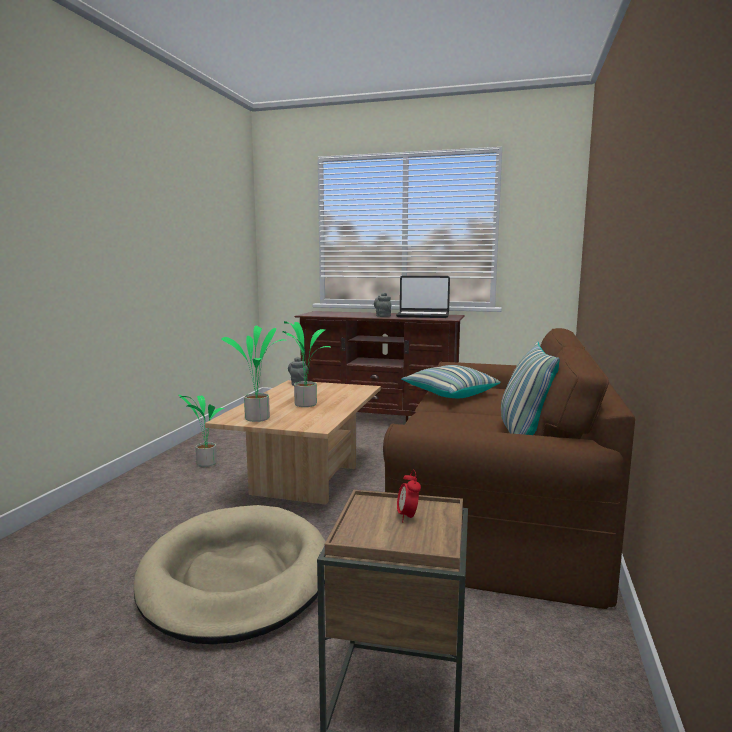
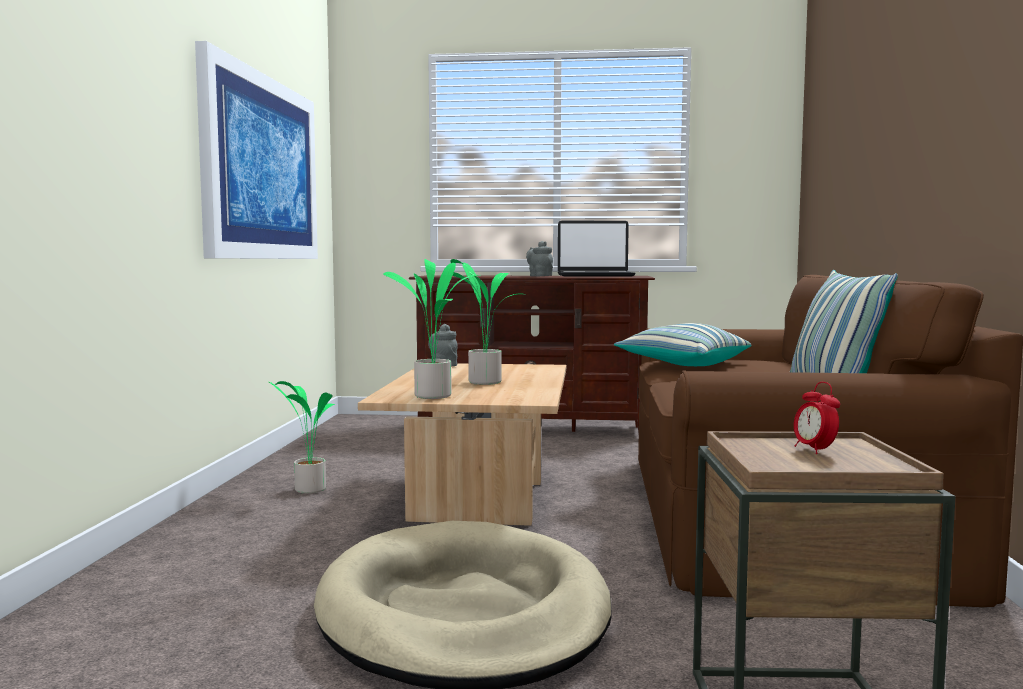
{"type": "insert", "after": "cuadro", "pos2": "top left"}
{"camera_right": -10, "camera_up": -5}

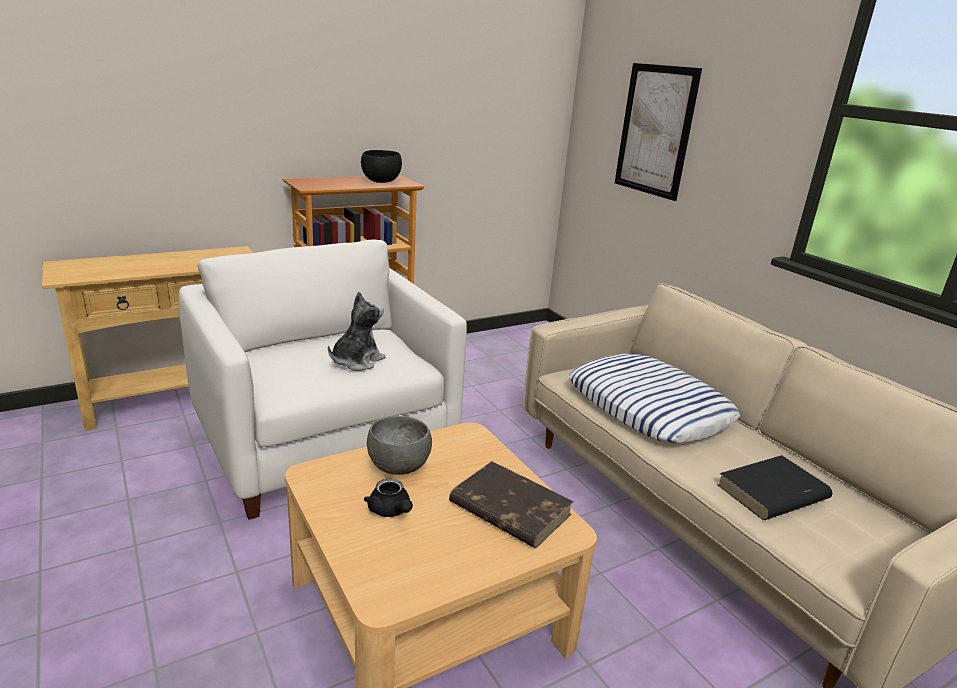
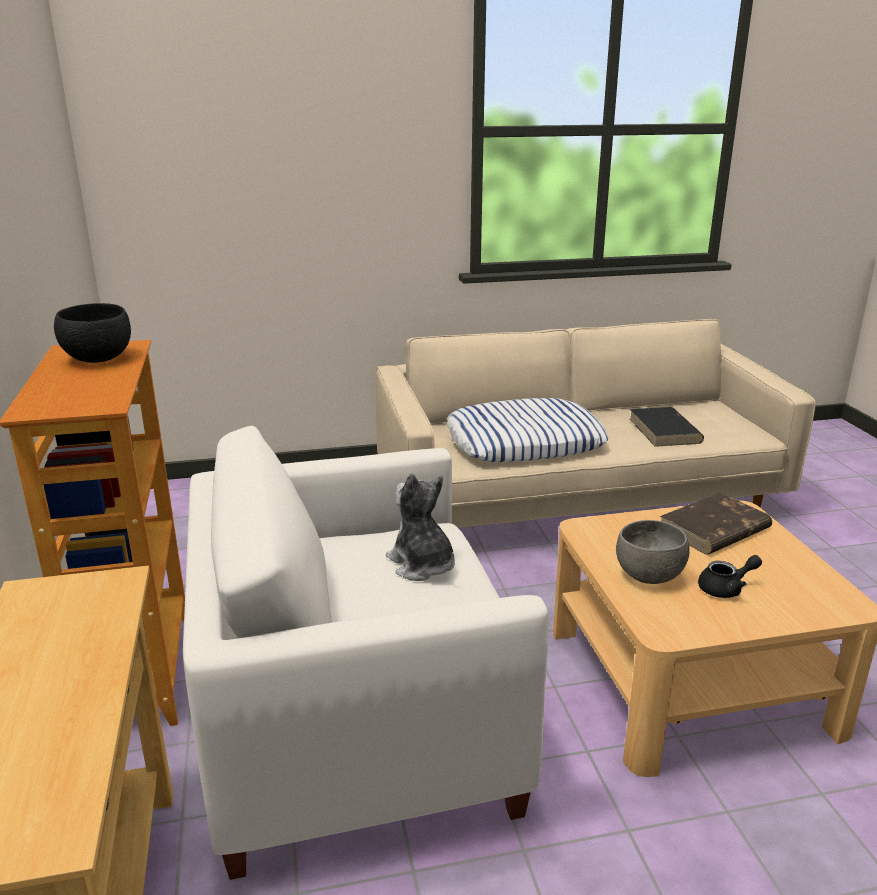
{"type": "delete", "before": "cuadro", "pos1": "top right"}
{"camera_right": -70, "camera_up": 0}

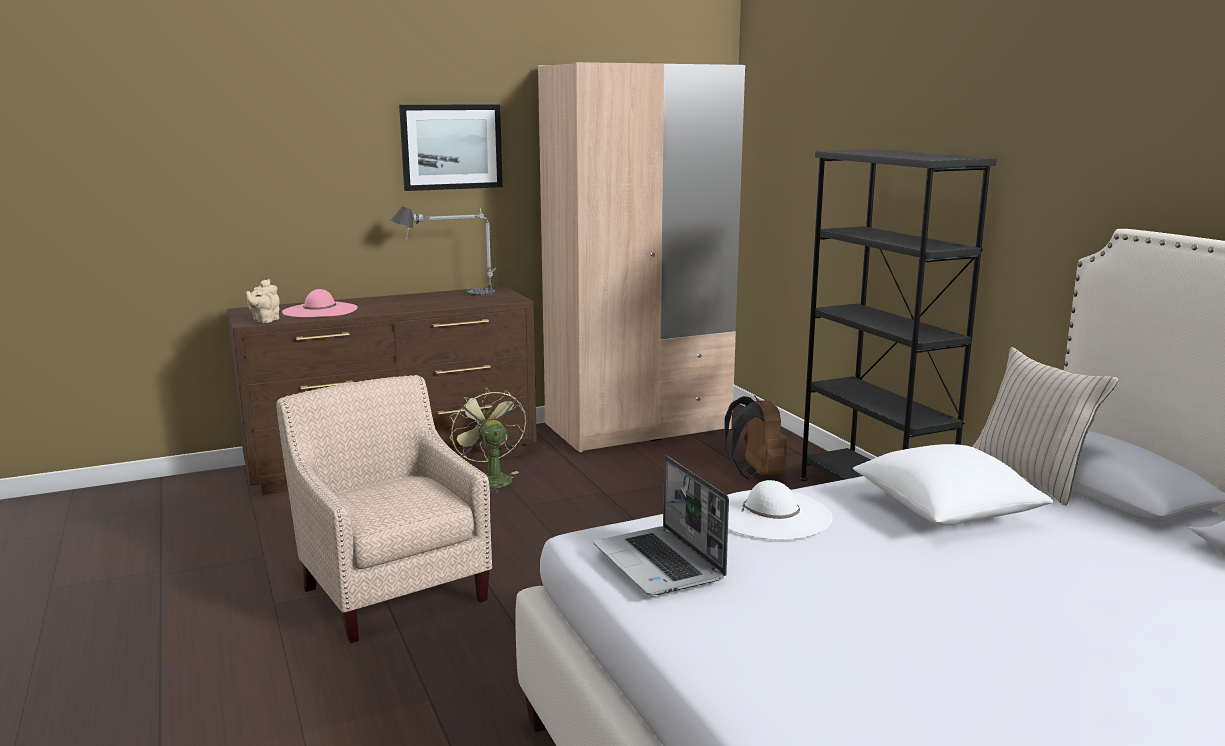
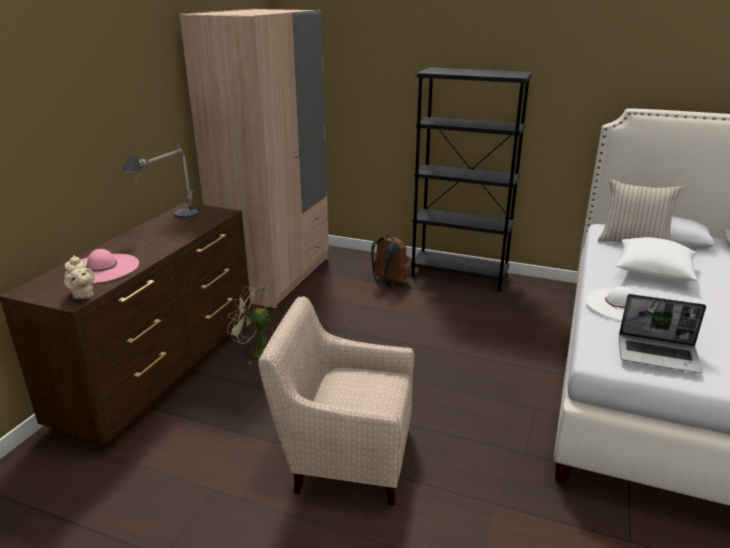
{"type": "delete", "before": "cuadro", "pos1": "top centre"}
{"camera_right": -45, "camera_up": 10}

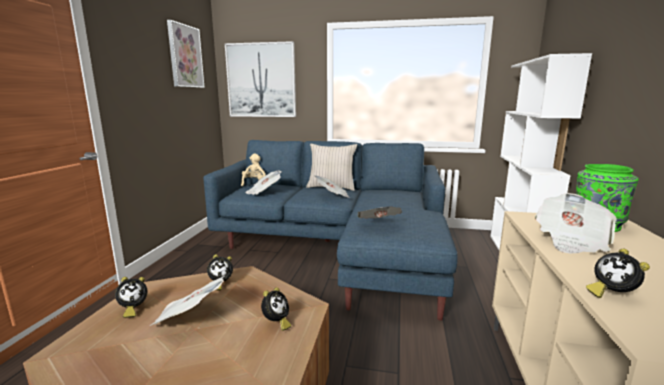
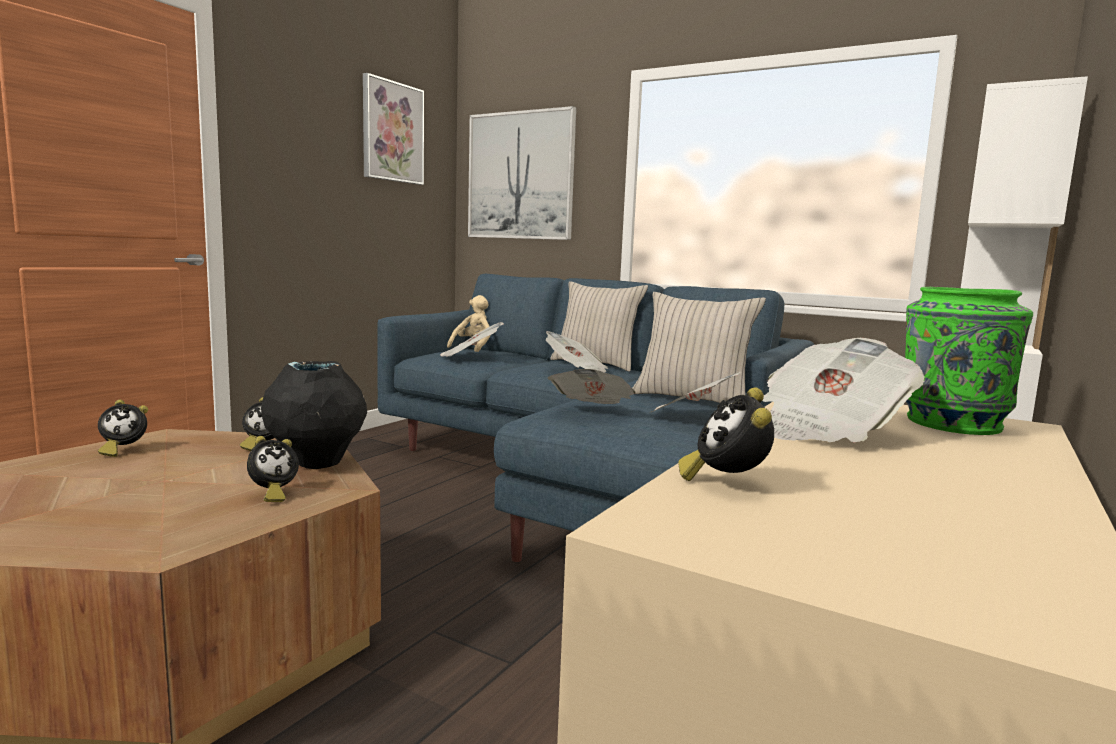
{"type": "move", "before": "periódico (1st from left in the first image)", "after": "periódico (4th from left)", "pos1": "bottom left", "pos2": "centre"}
{"type": "insert", "after": "cojín [beis] (2nd from left)", "pos2": "centre"}
{"type": "insert", "after": "florero [negro]", "pos2": "middle left"}
{"camera_right": 20, "camera_up": -5}

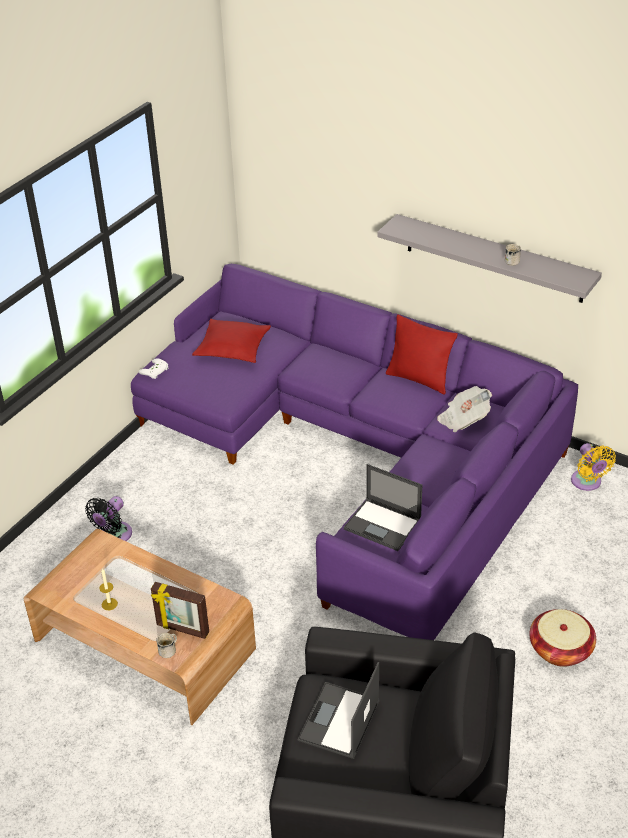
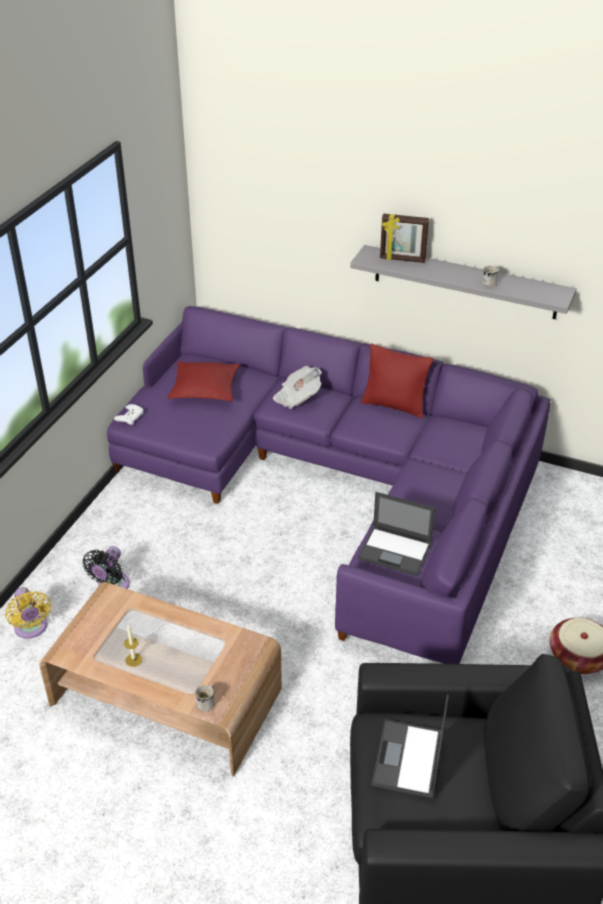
{"type": "move", "before": "periódico", "pos1": "middle right", "pos2": "centre"}
{"type": "move", "before": "ventilador [amarillo]", "pos1": "middle right", "pos2": "bottom left"}
{"type": "move", "before": "portarretratos", "pos1": "bottom left", "pos2": "top right"}
{"camera_right": -10, "camera_up": 0}

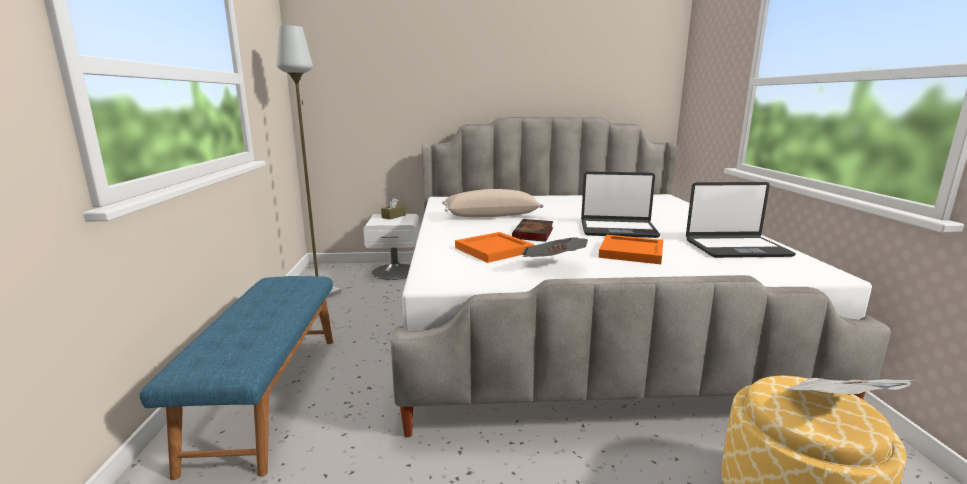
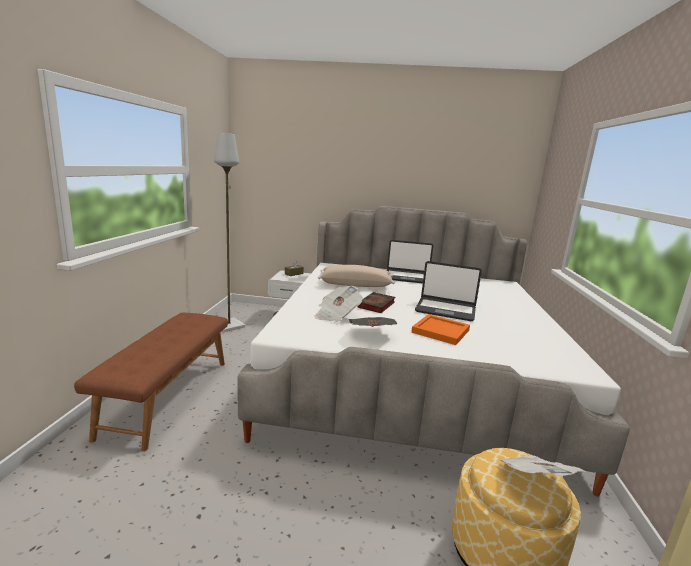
{"type": "move", "before": "portátil (2nd from left in the first image)", "after": "portátil (1st from left)", "pos1": "middle right", "pos2": "centre"}
{"type": "replace", "before": "bandeja [naranja] (1st from left)", "after": "periódico (1st from left)", "pos1": "centre", "pos2": "centre"}
{"type": "recolor", "before": "banco [azul]", "after": "banco [marrón]", "pos1": "bottom left", "pos2": "bottom left"}
{"camera_right": 10, "camera_up": 0}

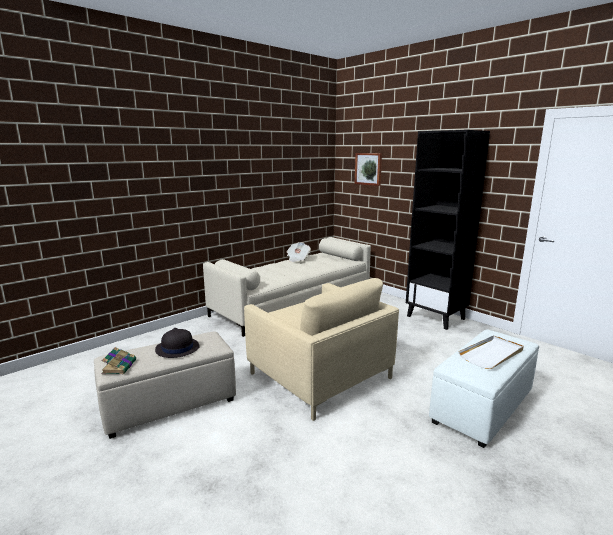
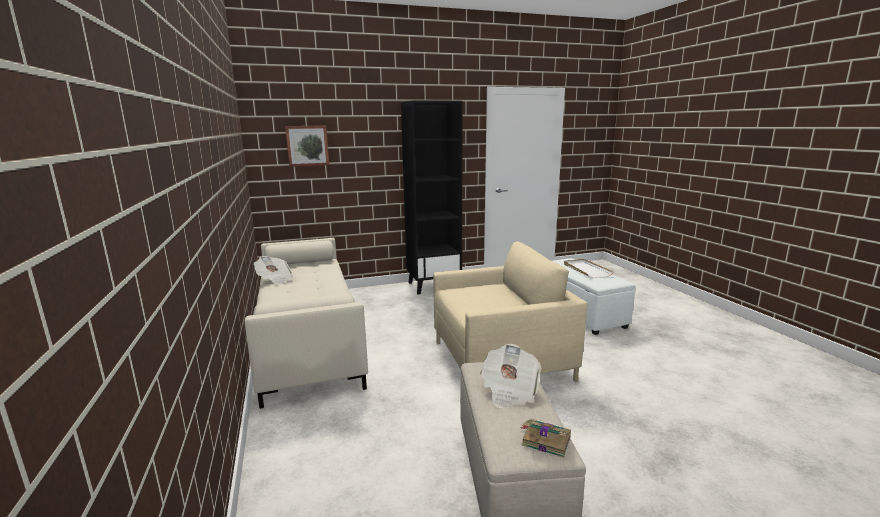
{"type": "replace", "before": "sombrero [negro]", "after": "periódico (2nd from left)", "pos1": "middle left", "pos2": "bottom centre"}
{"camera_right": -65, "camera_up": 0}

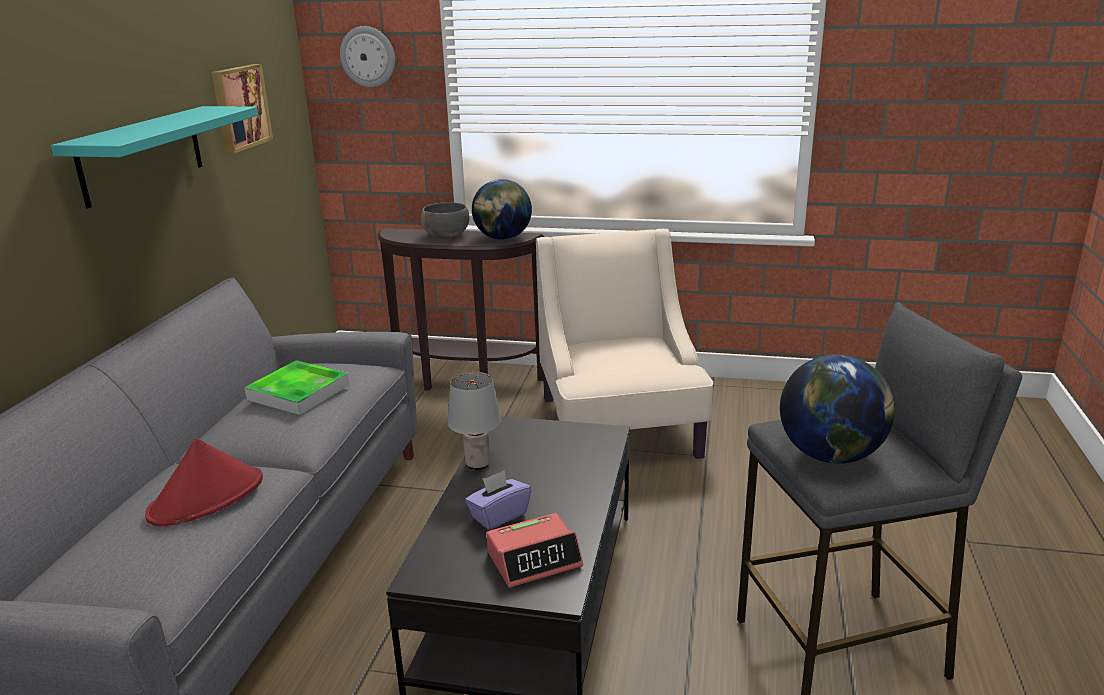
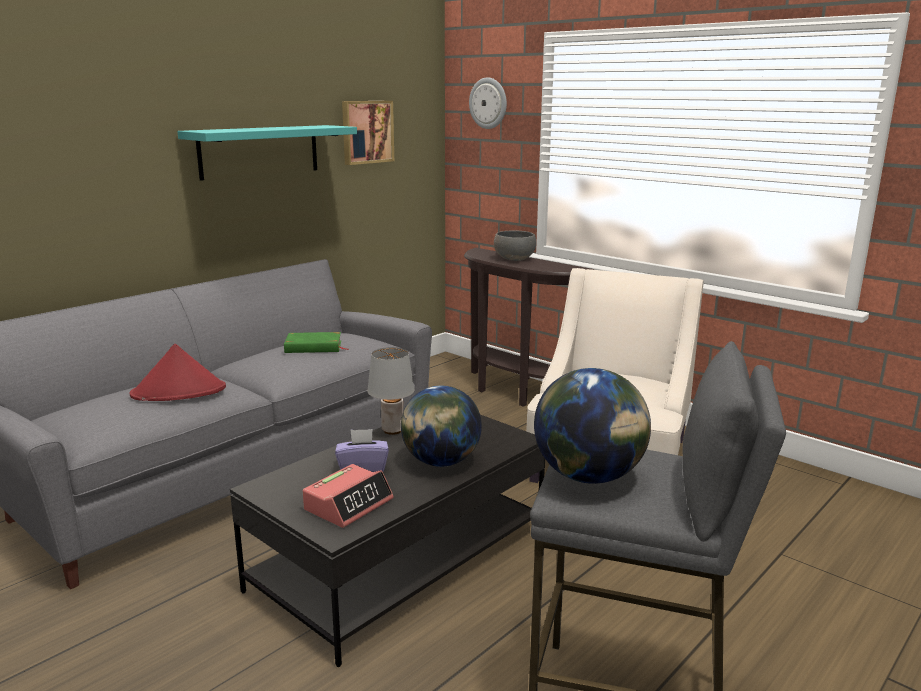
{"type": "move", "before": "globo terráqueo (1st from left)", "pos1": "top centre", "pos2": "centre"}
{"type": "replace", "before": "bandeja", "after": "libro [verde]", "pos1": "middle left", "pos2": "centre"}
{"type": "rotate", "before": "despertador", "pos1": "bottom centre", "pos2": "bottom centre", "turn": -60}
{"camera_right": 30, "camera_up": -5}

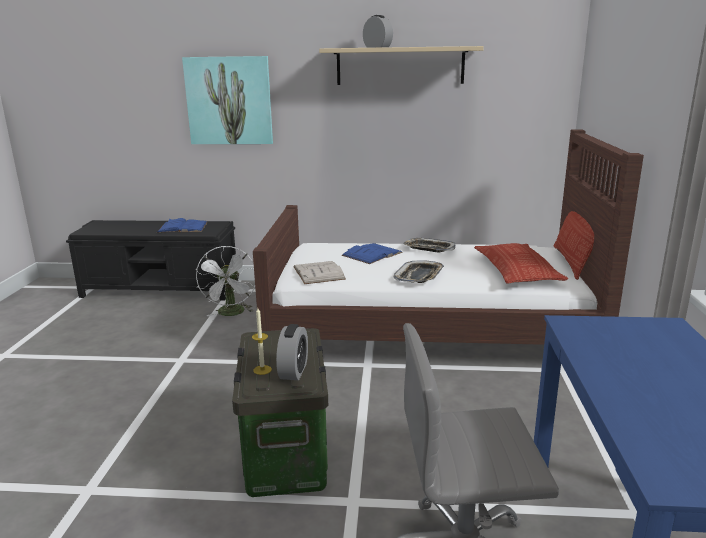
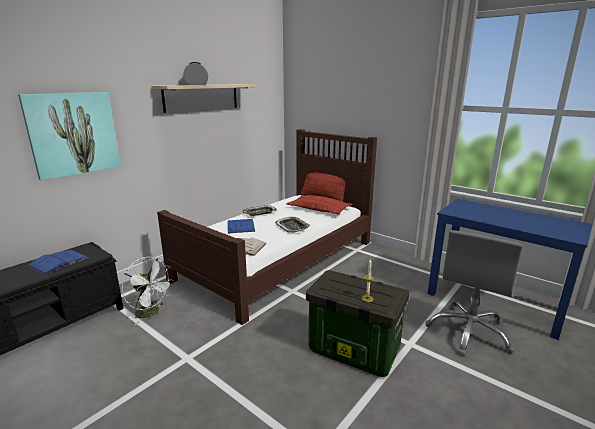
{"type": "delete", "before": "despertador (1st from left)", "pos1": "centre"}
{"camera_right": -55, "camera_up": 0}

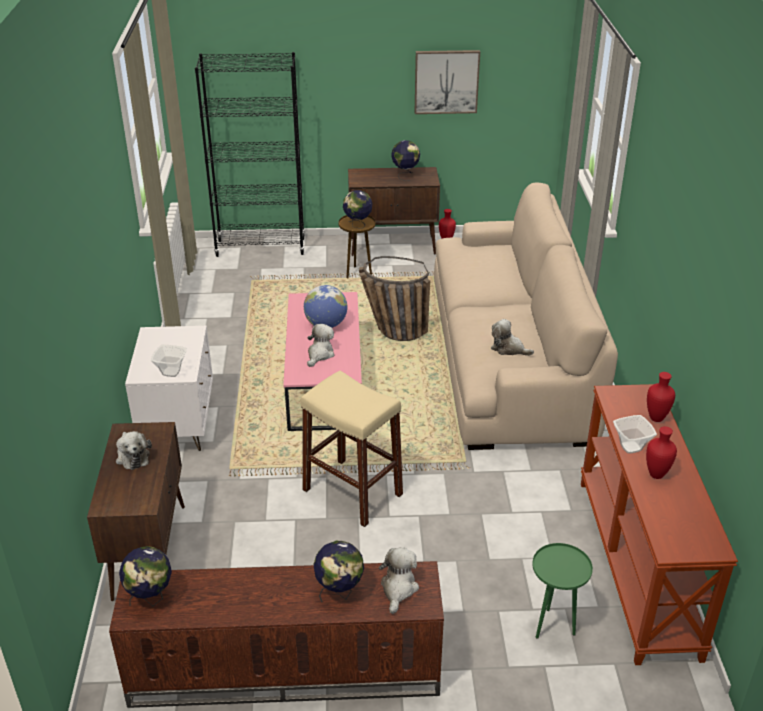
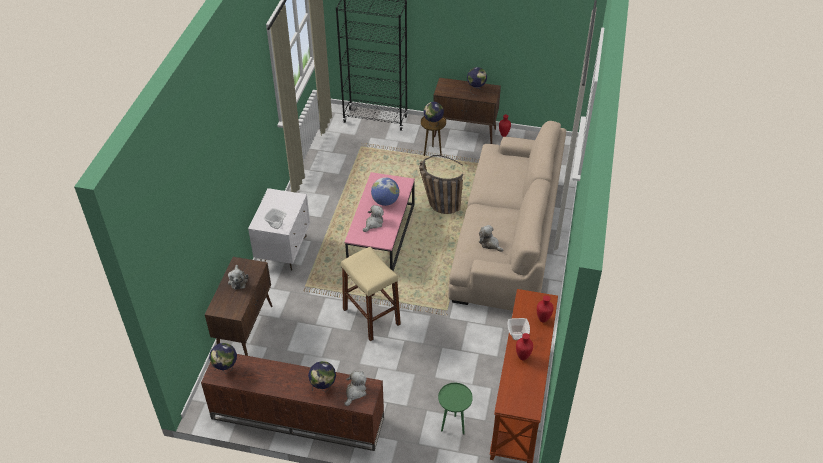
{"type": "delete", "before": "cuadro", "pos1": "top centre"}
{"camera_right": 15, "camera_up": 10}

